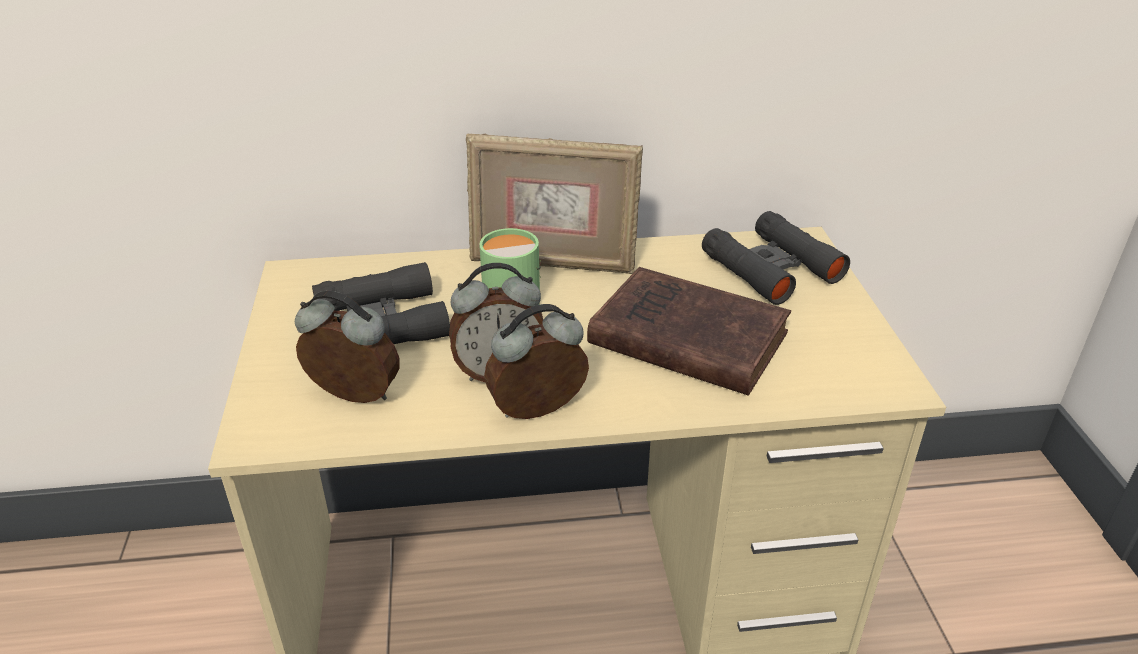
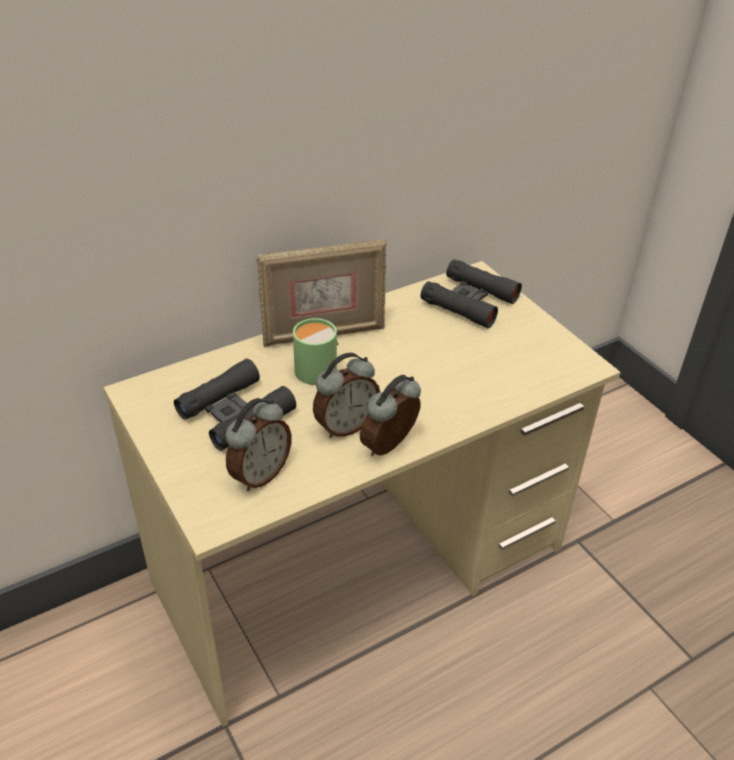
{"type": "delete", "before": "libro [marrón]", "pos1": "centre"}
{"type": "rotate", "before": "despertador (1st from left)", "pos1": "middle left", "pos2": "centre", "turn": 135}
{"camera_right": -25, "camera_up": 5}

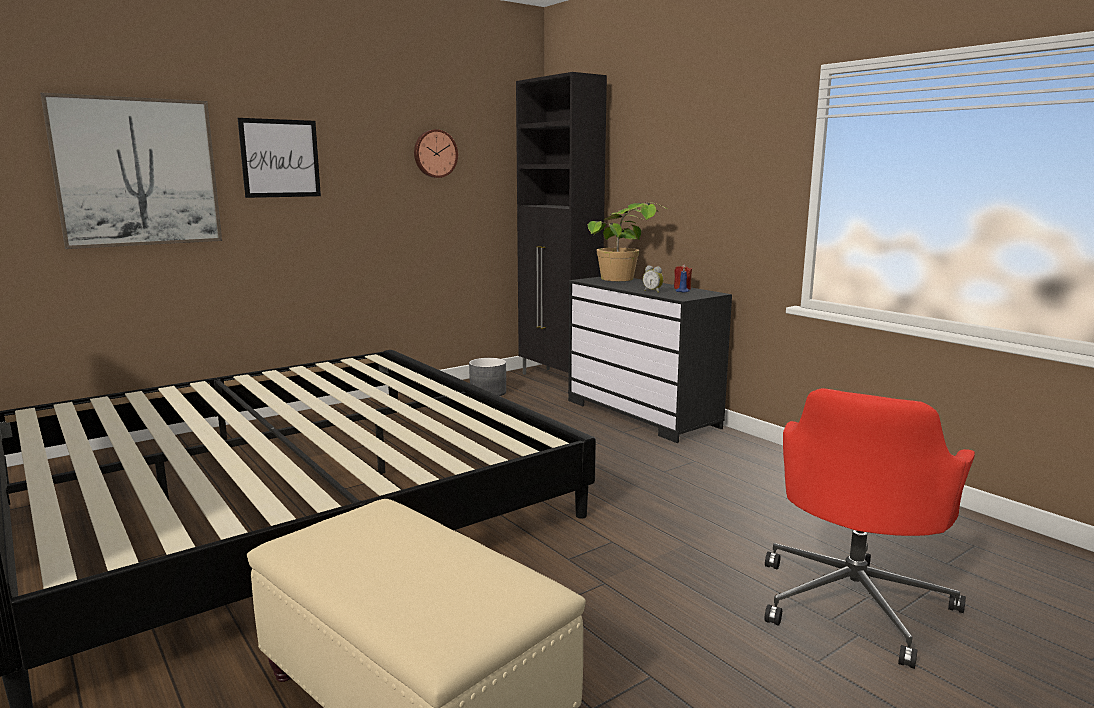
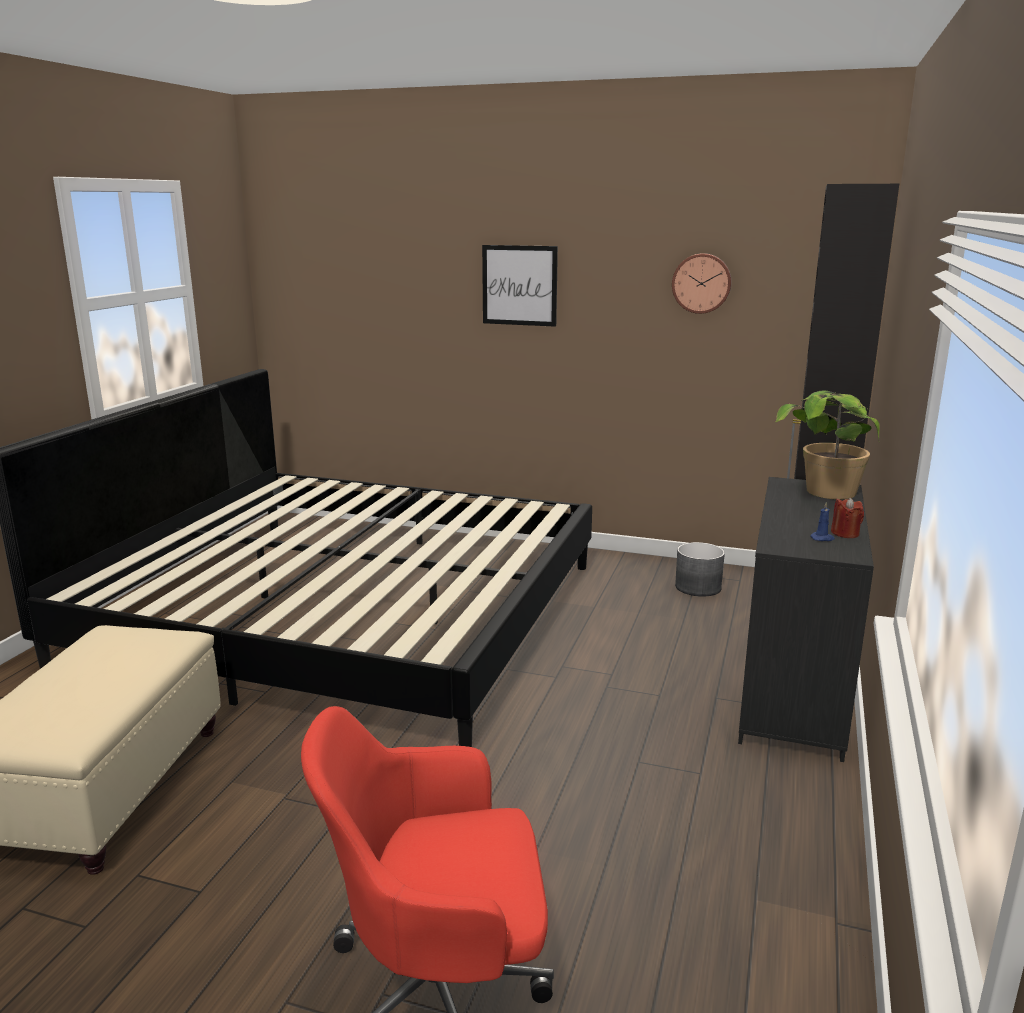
{"type": "delete", "before": "cuadro (1st from left)", "pos1": "top left"}
{"type": "delete", "before": "despertador", "pos1": "centre"}
{"camera_right": 55, "camera_up": 5}

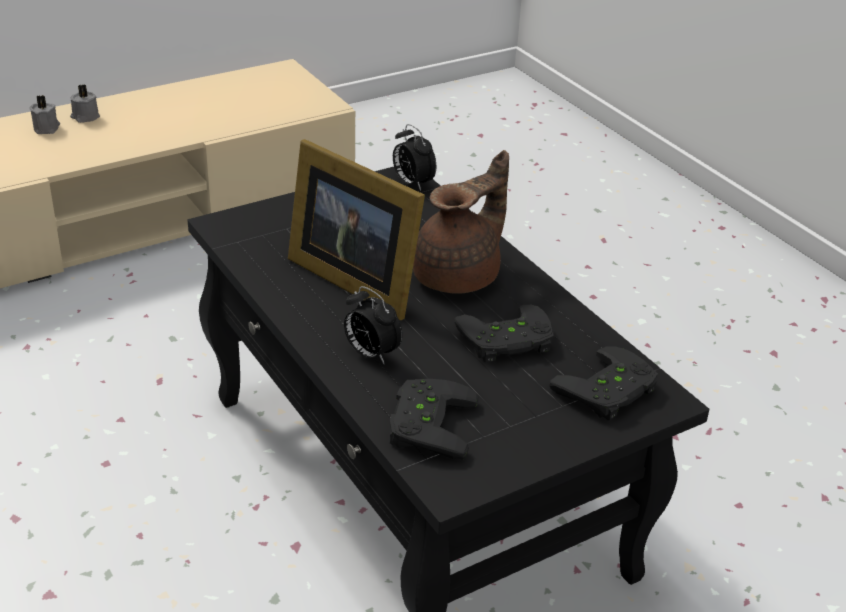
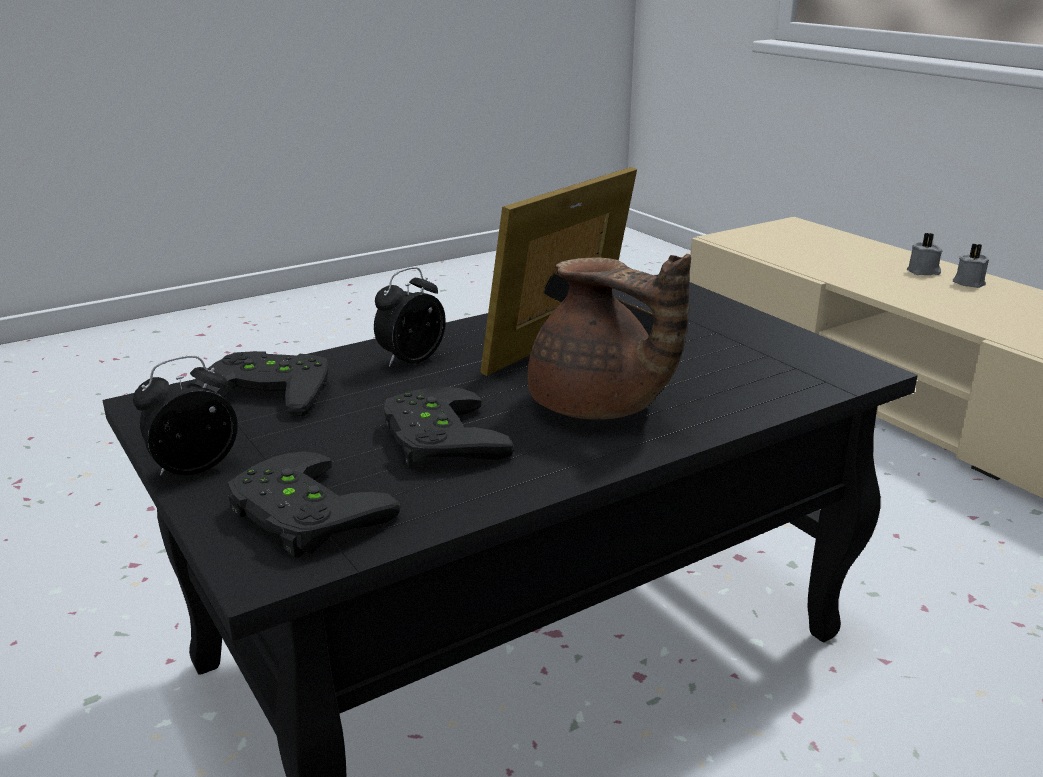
{"type": "move", "before": "despertador (2nd from left in the first image)", "after": "despertador (1st from left)", "pos1": "top centre", "pos2": "middle left"}
{"camera_right": 90, "camera_up": -10}

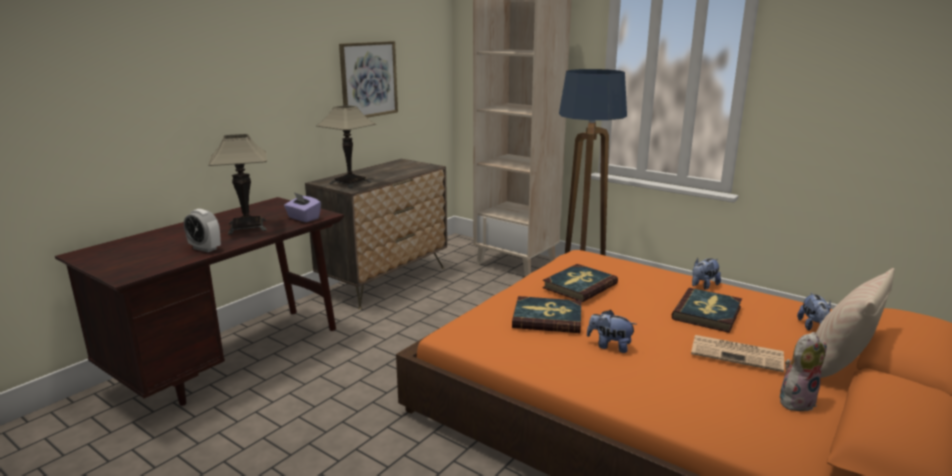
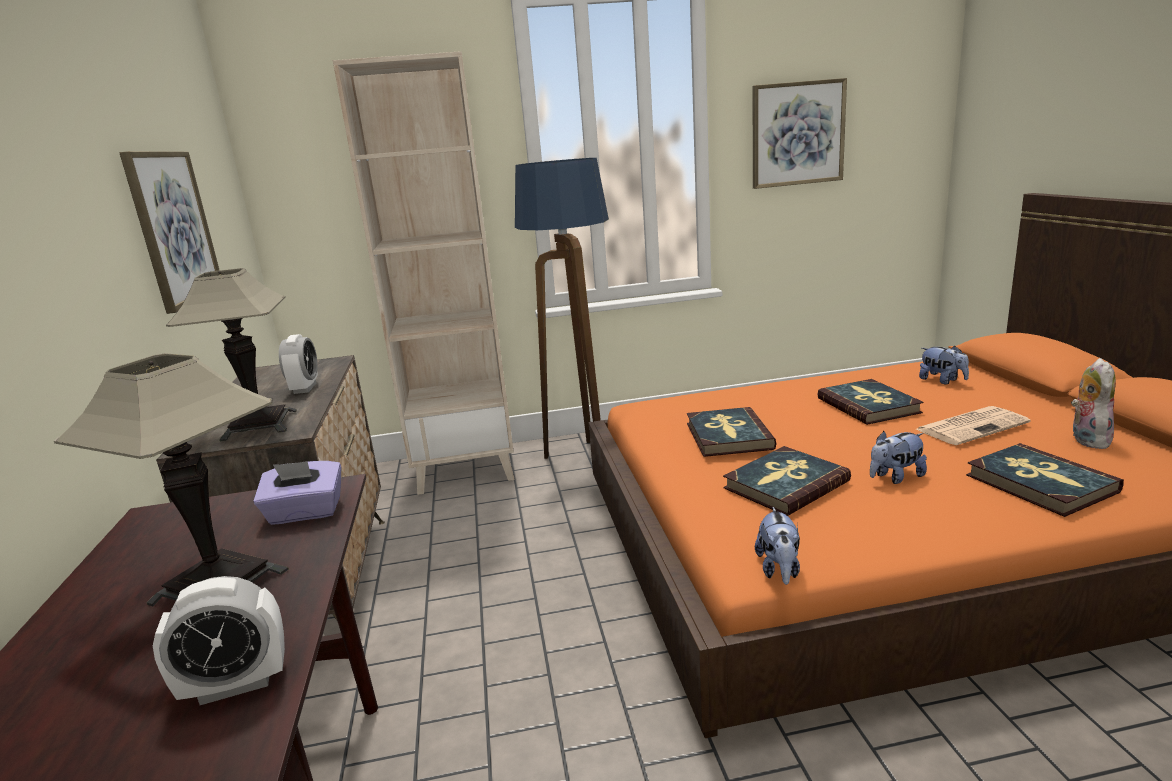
{"type": "move", "before": "peluche (2nd from left in the first image)", "after": "peluche (1st from left)", "pos1": "middle right", "pos2": "bottom centre"}
{"type": "delete", "before": "cojín [beis]", "pos1": "bottom right"}
{"type": "insert", "after": "cuadro (2nd from left)", "pos2": "top right"}
{"type": "insert", "after": "despertador (2nd from left)", "pos2": "middle left"}
{"type": "insert", "after": "libro (4th from left)", "pos2": "middle right"}
{"camera_right": -45, "camera_up": 0}

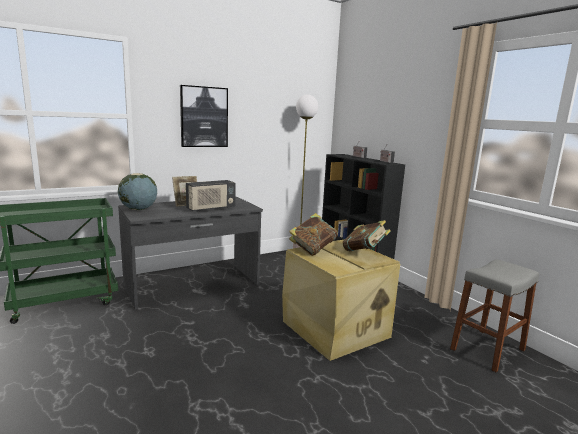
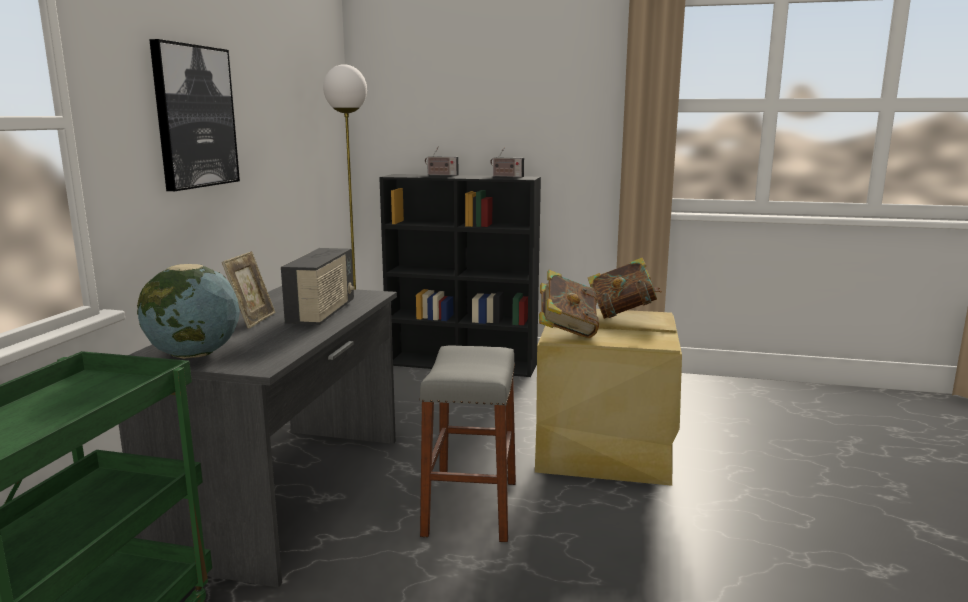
{"type": "move", "before": "taburete [gris]", "pos1": "bottom right", "pos2": "bottom centre"}
{"camera_right": -45, "camera_up": 0}

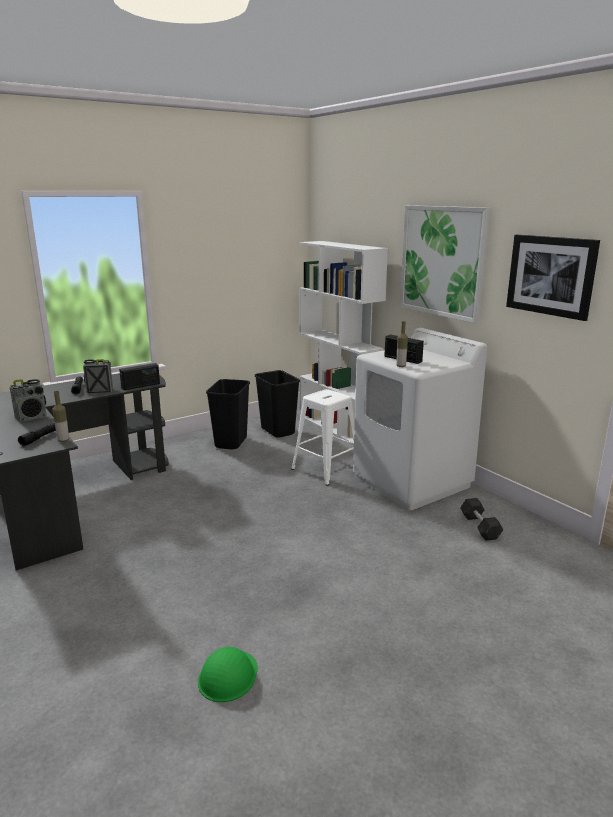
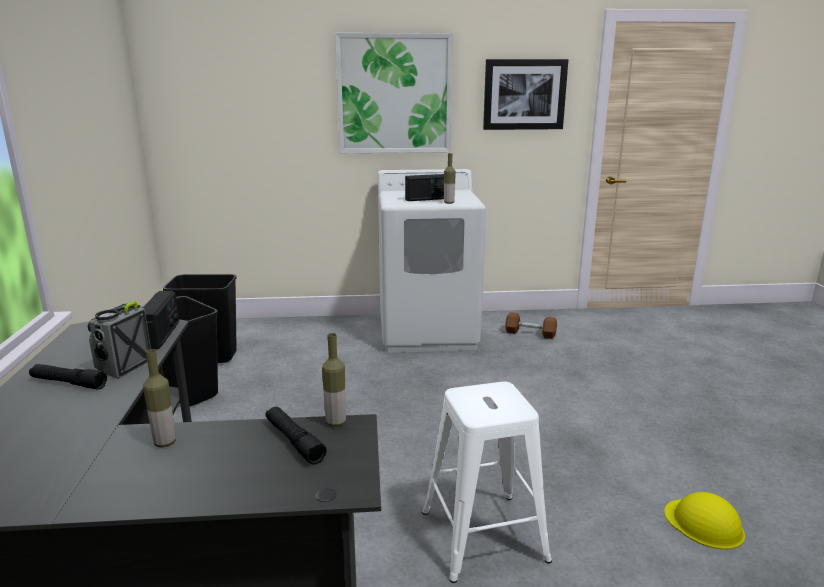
{"type": "delete", "before": "estantería [blanco]", "pos1": "centre"}
{"type": "replace", "before": "radio (1st from left)", "after": "botella (1st from left)", "pos1": "middle left", "pos2": "bottom left"}
{"type": "move", "before": "taburete [blanco]", "pos1": "centre", "pos2": "bottom centre"}
{"type": "recolor", "before": "mancuerna [gris]", "after": "mancuerna [marrón]", "pos1": "middle right", "pos2": "centre"}
{"type": "recolor", "before": "casco [verde]", "after": "casco [amarillo]", "pos1": "bottom centre", "pos2": "bottom right"}
{"camera_right": -60, "camera_up": 0}

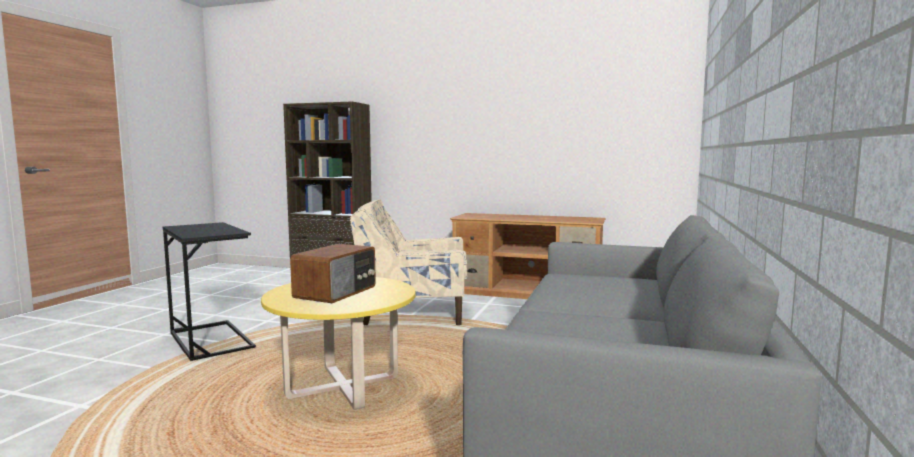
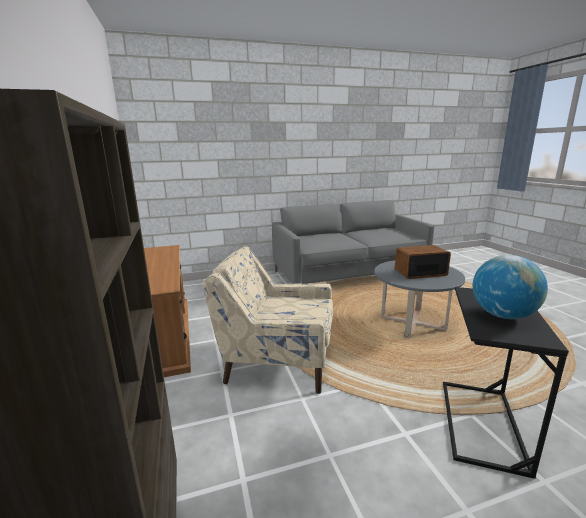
{"type": "rotate", "before": "sillón [beis]", "pos1": "centre", "pos2": "centre", "turn": 135}
{"type": "recolor", "before": "mesa de centro [amarillo]", "after": "mesa de centro [gris]", "pos1": "bottom centre", "pos2": "middle right"}
{"type": "insert", "after": "globo terráqueo", "pos2": "middle right"}
{"camera_right": -125, "camera_up": 10}

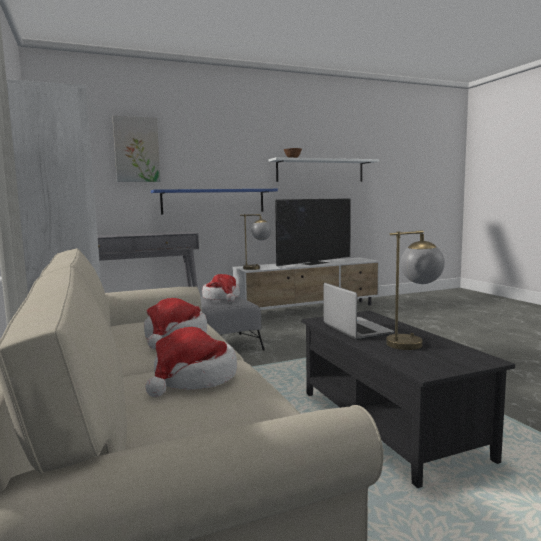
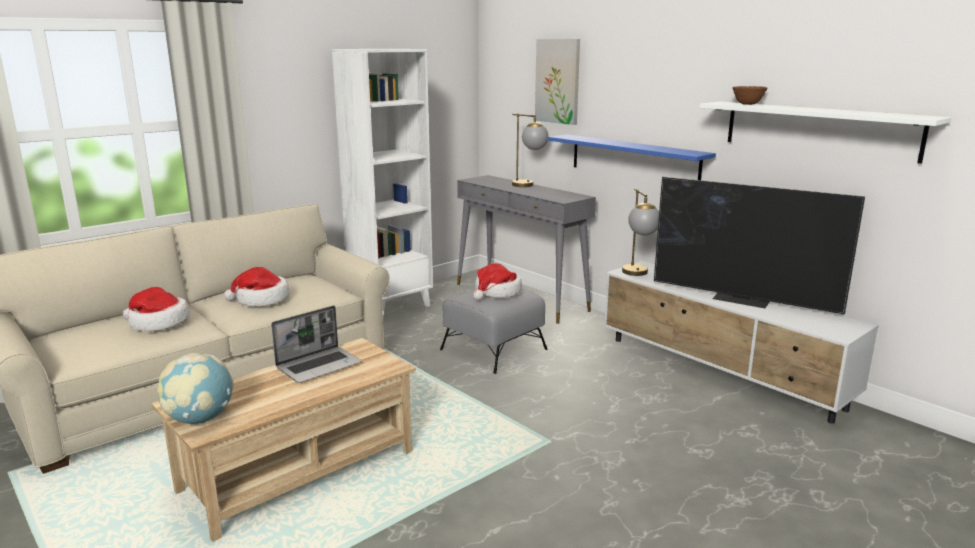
{"type": "move", "before": "lámpara de mesa (2nd from left in the first image)", "after": "lámpara de mesa (1st from left)", "pos1": "middle right", "pos2": "top centre"}
{"type": "recolor", "before": "mesa de centro [negro]", "after": "mesa de centro [beis]", "pos1": "bottom right", "pos2": "bottom left"}
{"type": "insert", "after": "globo terráqueo", "pos2": "bottom left"}
{"camera_right": 70, "camera_up": 10}

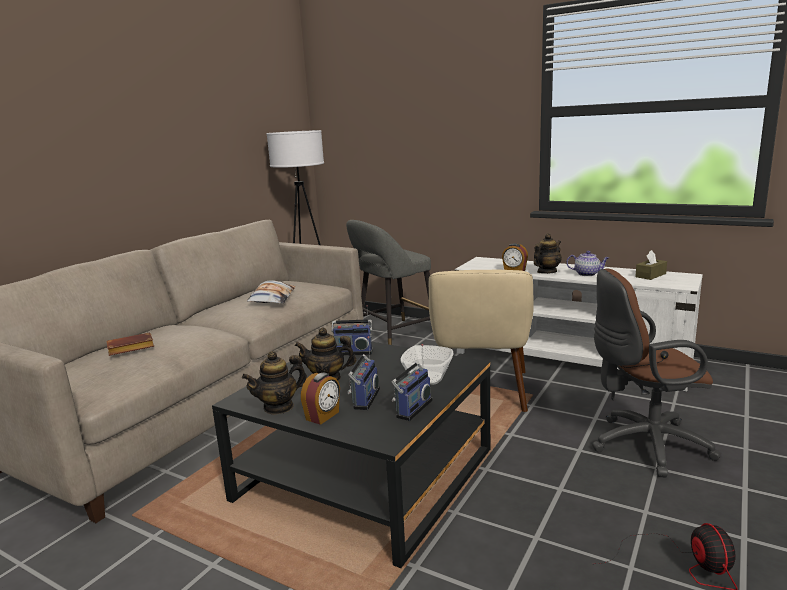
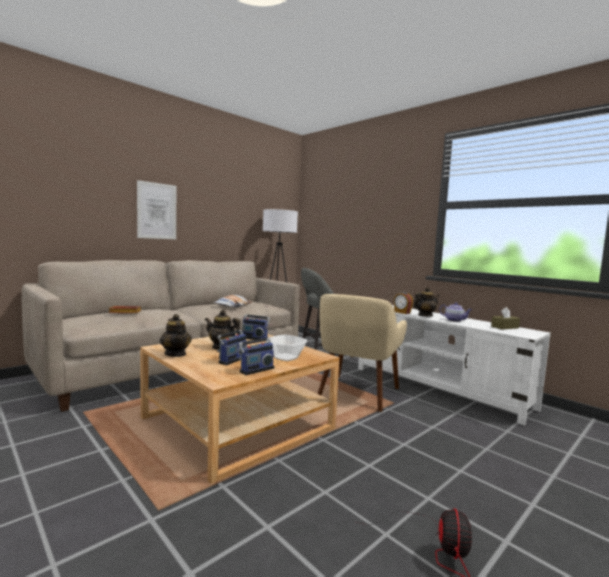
{"type": "delete", "before": "silla de oficina [marrón]", "pos1": "middle right"}
{"type": "recolor", "before": "mesa de centro [negro]", "after": "mesa de centro [beis]", "pos1": "bottom centre", "pos2": "bottom centre"}
{"type": "rotate", "before": "tetera (1st from left)", "pos1": "centre", "pos2": "middle left", "turn": -105}
{"type": "delete", "before": "despertador (1st from left)", "pos1": "bottom centre"}
{"type": "insert", "after": "cuadro", "pos2": "middle left"}
{"camera_right": 15, "camera_up": -10}

